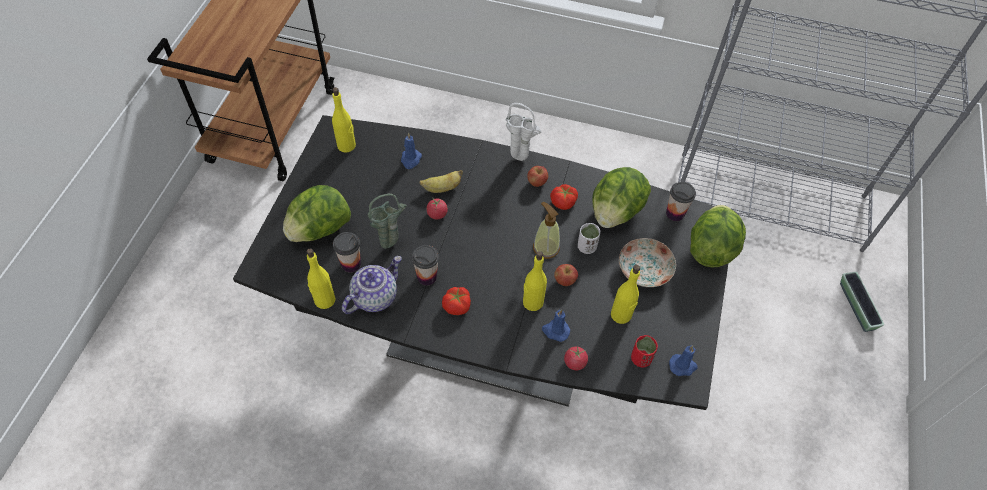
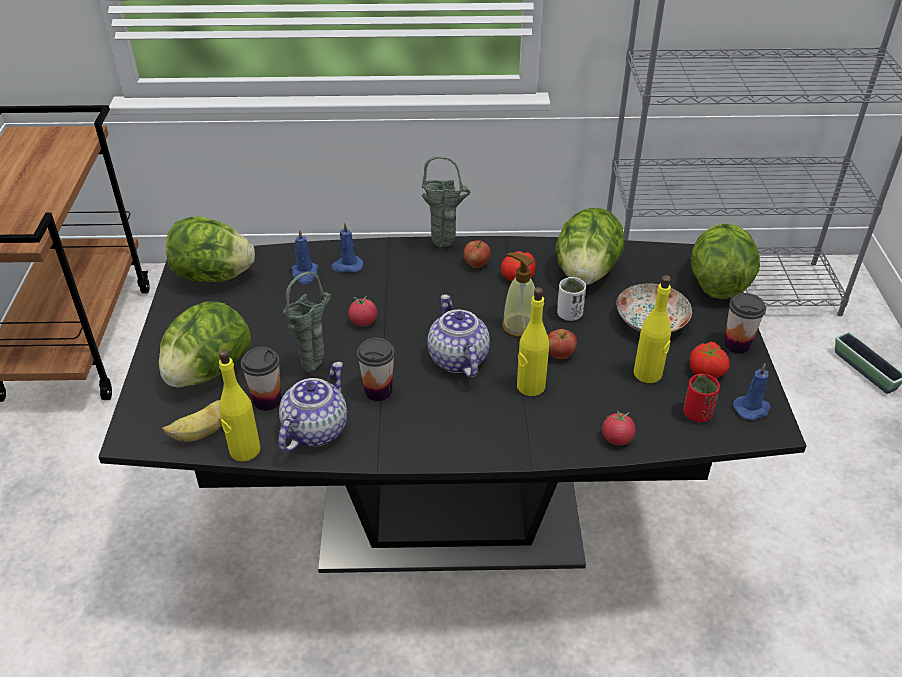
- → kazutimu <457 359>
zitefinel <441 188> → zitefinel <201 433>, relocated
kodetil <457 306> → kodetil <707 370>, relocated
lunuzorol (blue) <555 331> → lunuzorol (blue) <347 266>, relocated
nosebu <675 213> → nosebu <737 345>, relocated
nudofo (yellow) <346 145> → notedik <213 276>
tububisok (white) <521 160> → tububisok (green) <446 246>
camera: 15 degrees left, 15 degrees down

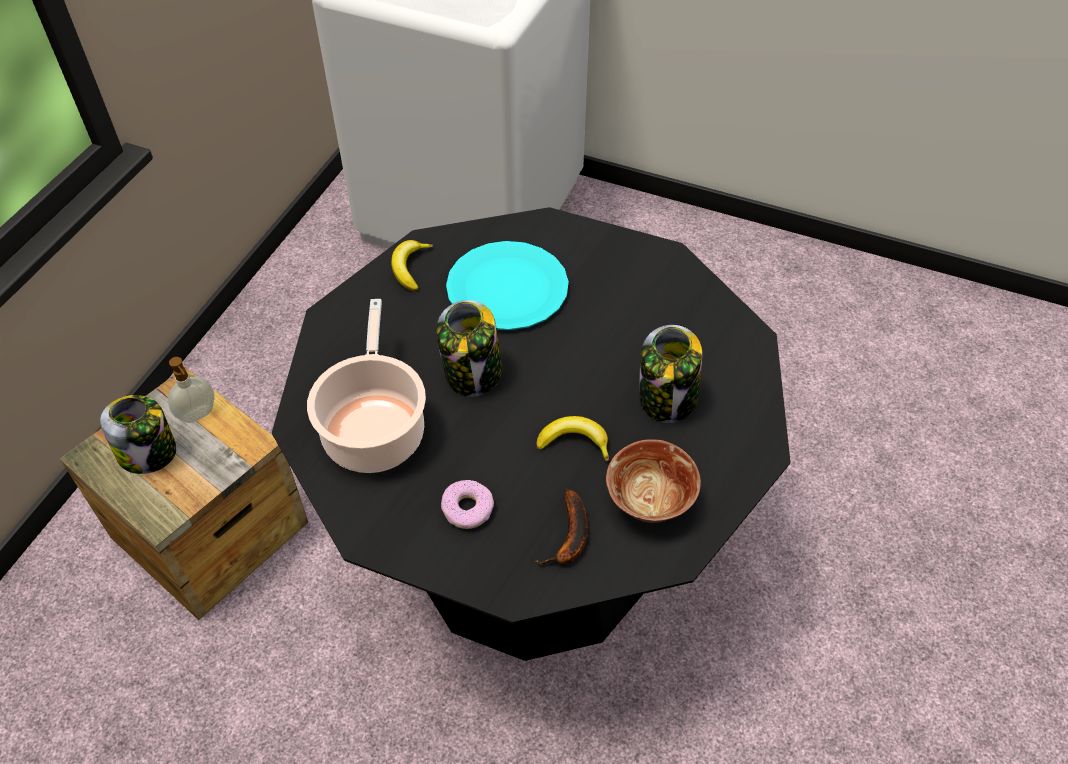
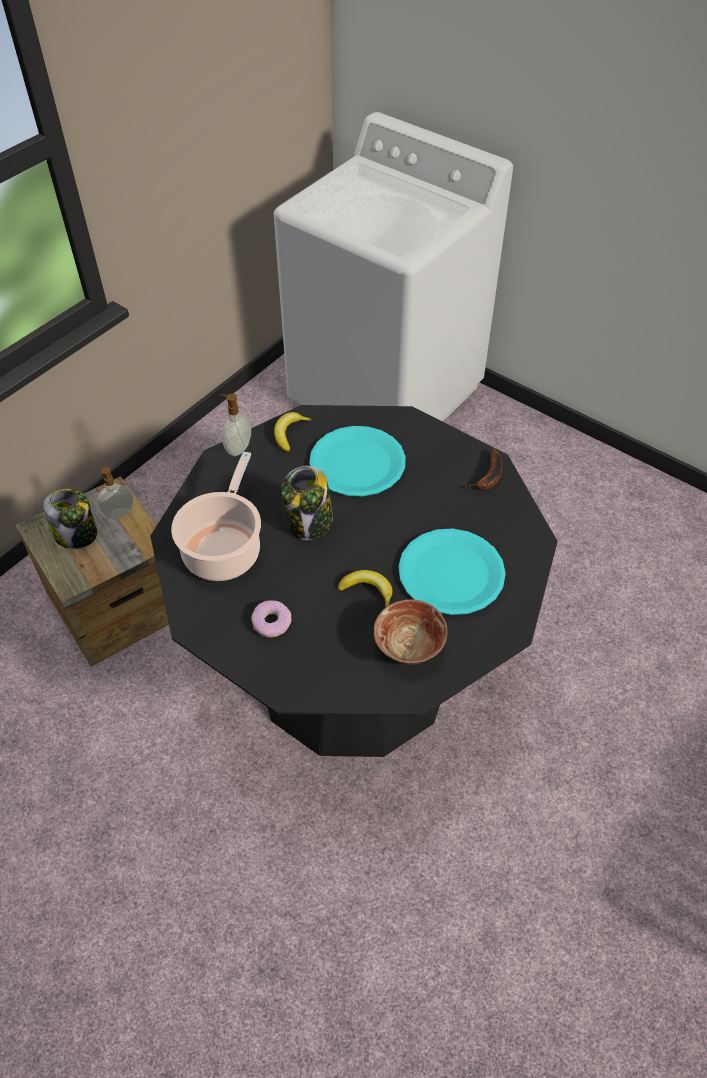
- → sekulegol <237 448>
zitefinel <569 538> → zitefinel <488 477>, relocated
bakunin <667 399> → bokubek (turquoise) <451 573>
camera: 15 degrees right, 0 degrees up

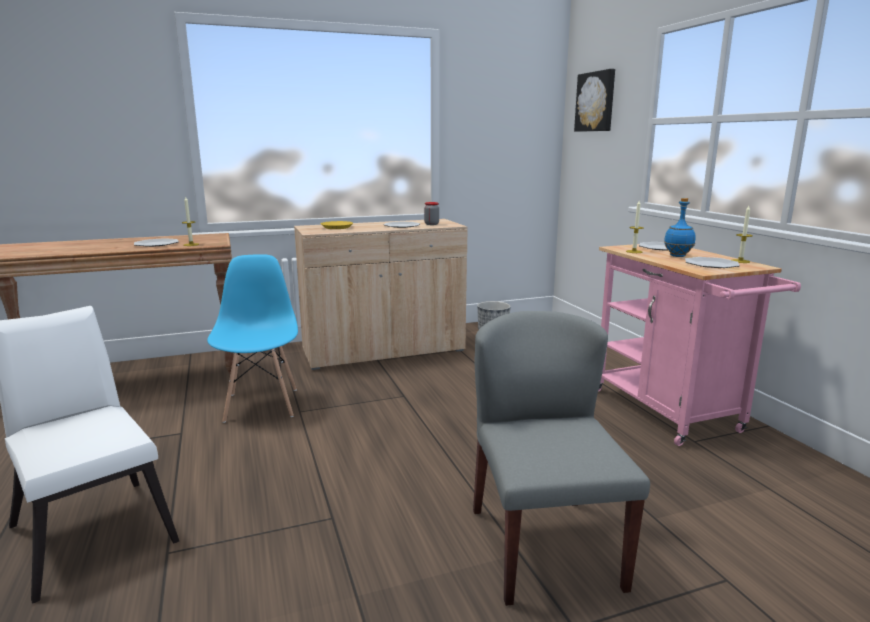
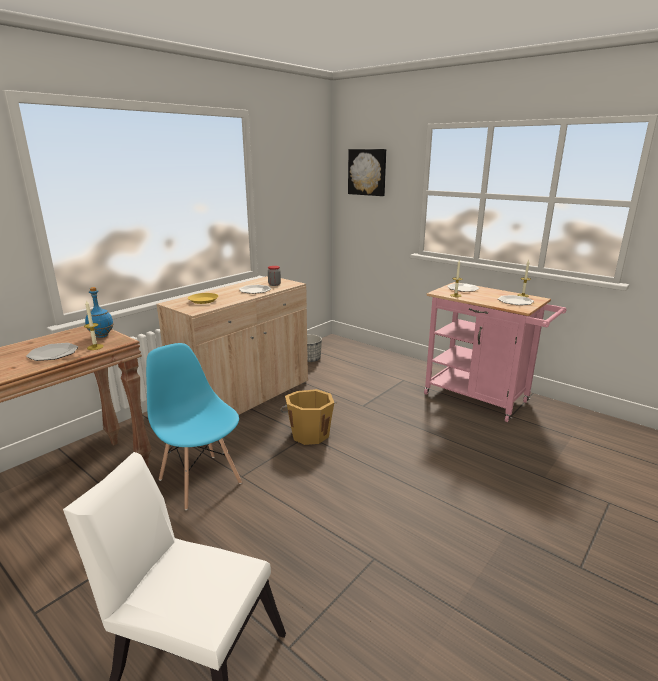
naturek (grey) <543 546> → -
- → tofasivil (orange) <310 433>
nudofo (blue) <677 256> → nudofo (blue) <101 336>, relocated
camera: 30 degrees left, 5 degrees up

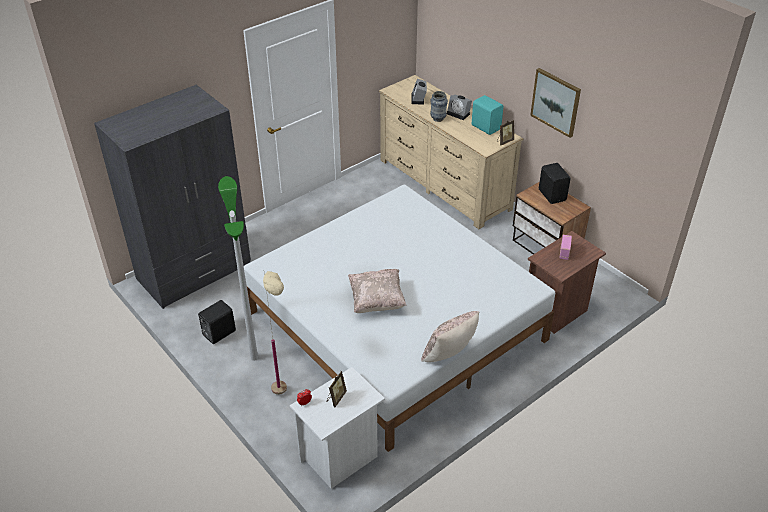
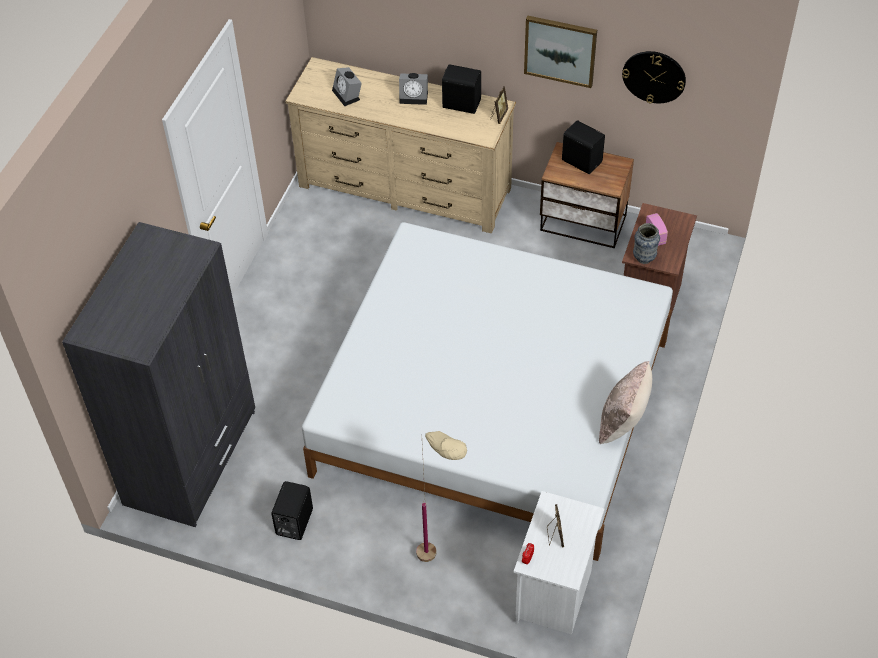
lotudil <254 357> → -
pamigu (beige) <377 301> → -
- → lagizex <654 76>
tububisok <438 119> → tububisok <644 258>, relocated
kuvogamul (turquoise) <486 127> → kuvogamul (black) <461 103>
camera: 30 degrees left, 10 degrees up

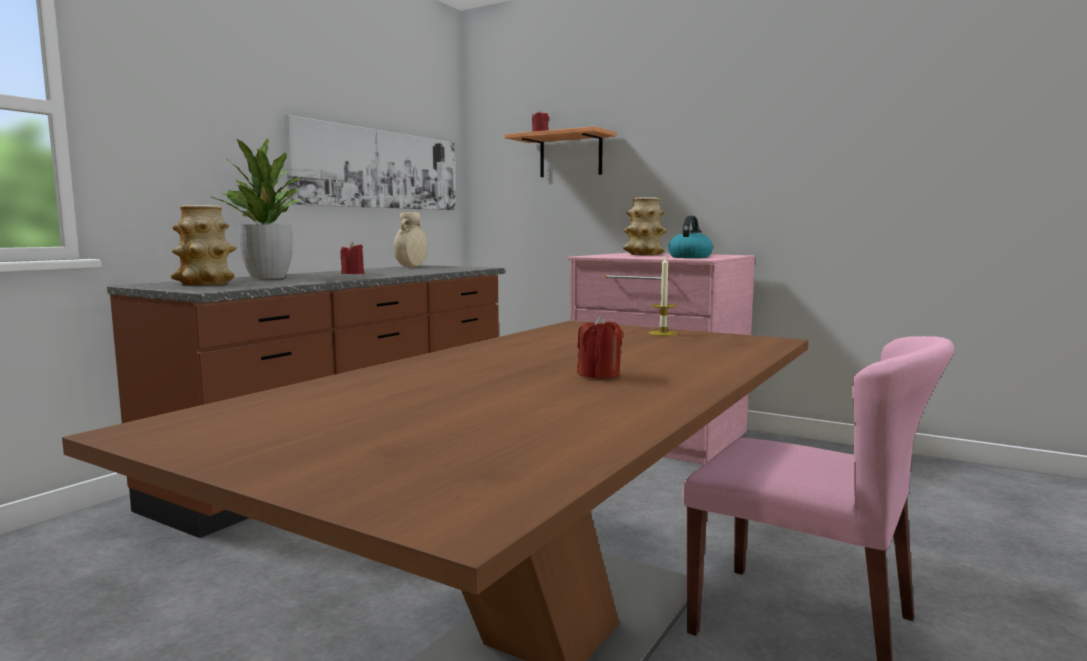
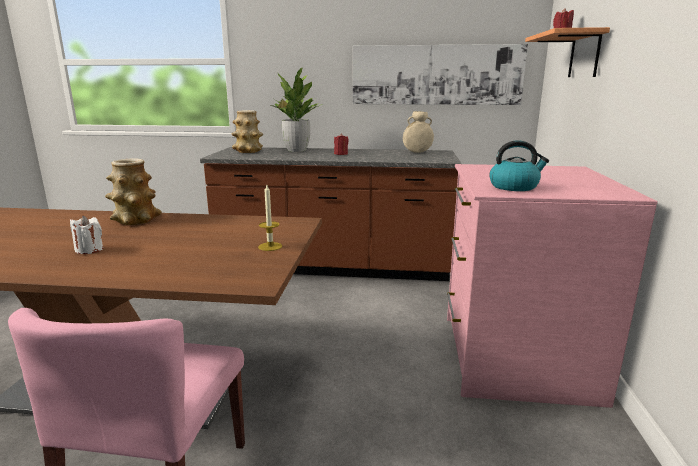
tububisok <644 254> → tububisok <135 220>, relocated
lunuzorol (red) <599 375> → lunuzorol (white) <89 250>
camera: 65 degrees right, 10 degrees up

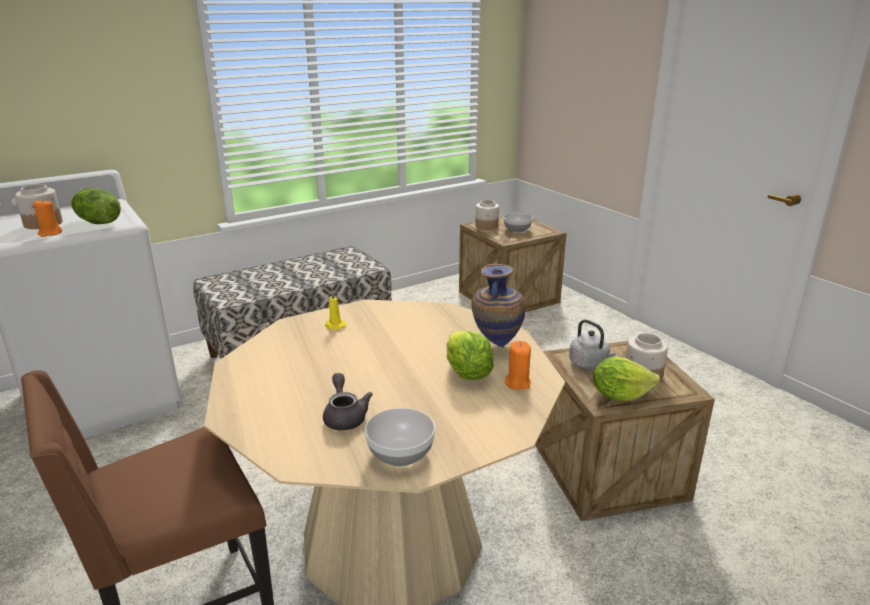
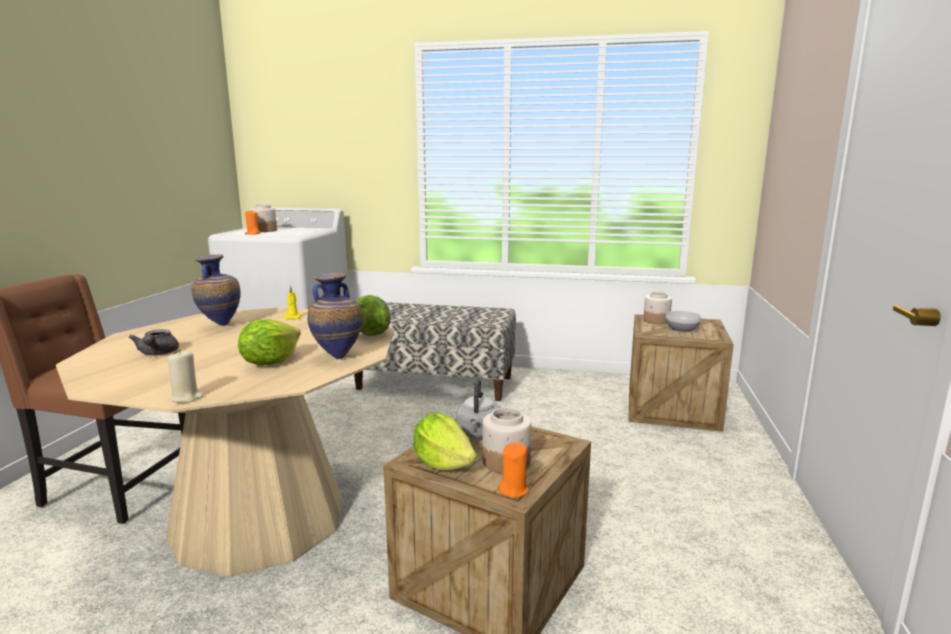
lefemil <400 453> → -
- → lunuzorol (beige) <186 397>
- → tububisok <219 325>
notedik <97 222> → notedik <370 333>, relocated
lunuzorol (orange) <517 383> → lunuzorol (orange) <513 490>, relocated
kazutimu (grey) <345 416> → kazutimu (grey) <157 354>, 135 degrees clockwise
camera: 45 degrees right, 10 degrees down

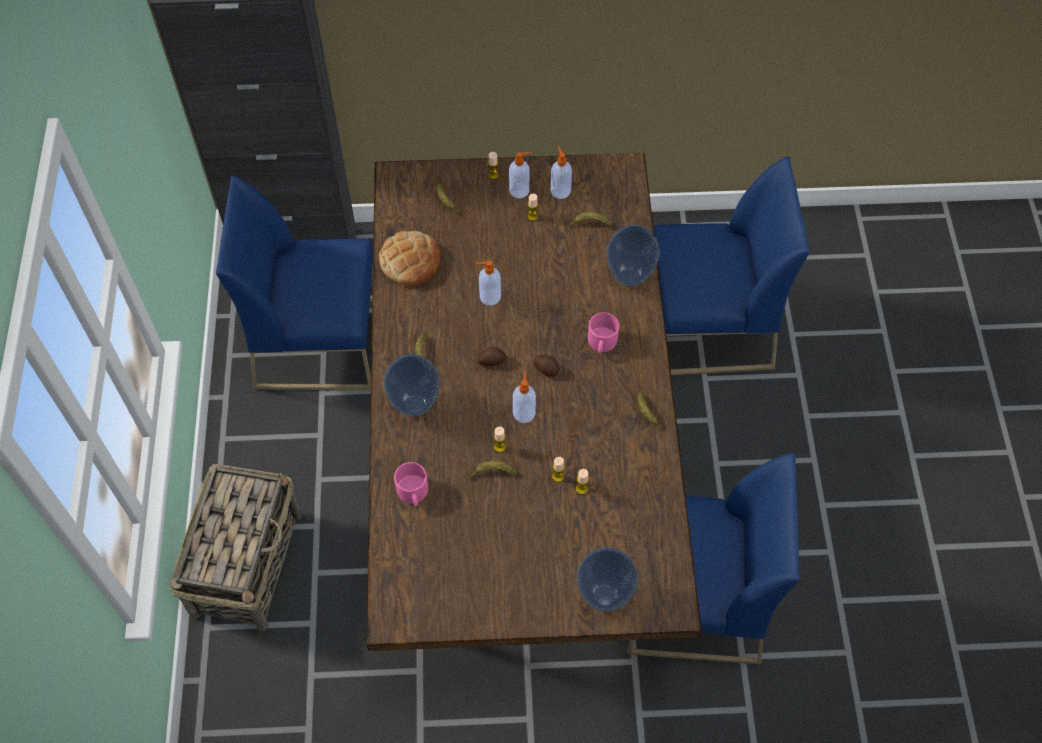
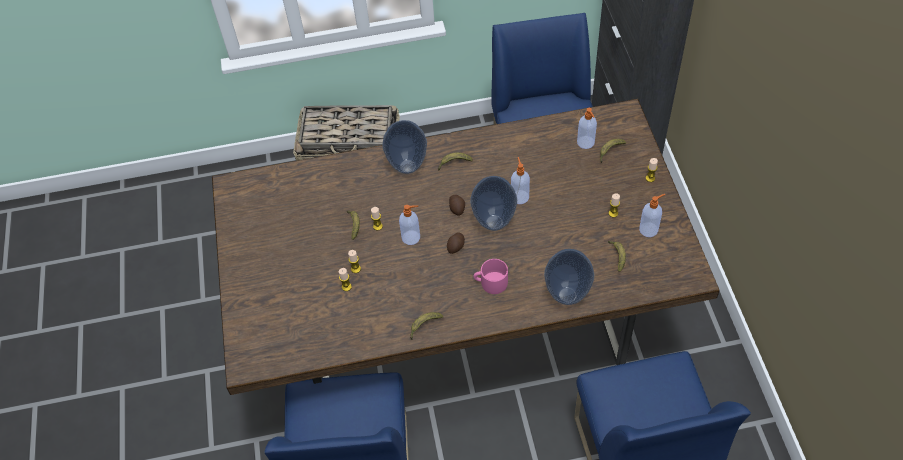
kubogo <410 261> → -
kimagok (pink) <413 493> → -
sekulegol <520 190> → sekulegol <586 143>, relocated
tububisok <604 597> → tububisok <493 222>, relocated
camera: 85 degrees right, 5 degrees down

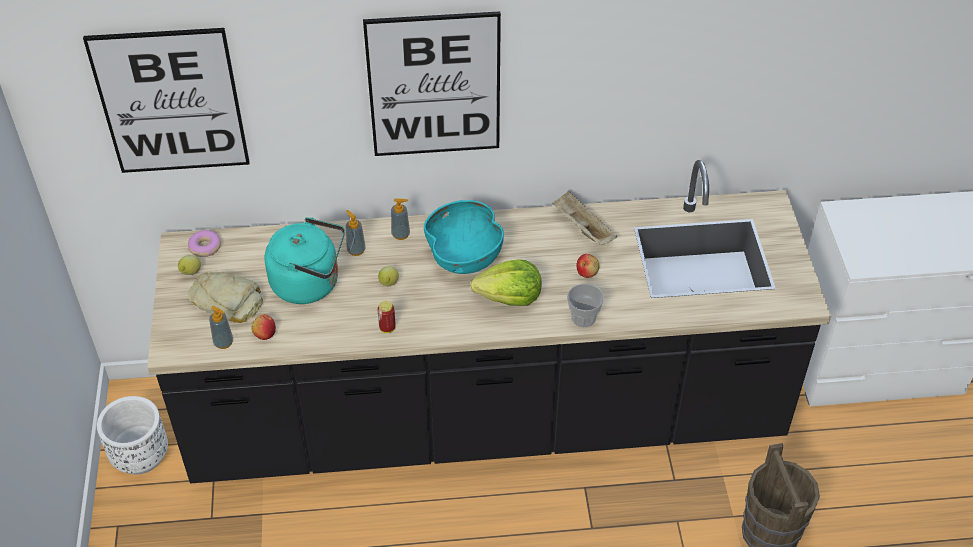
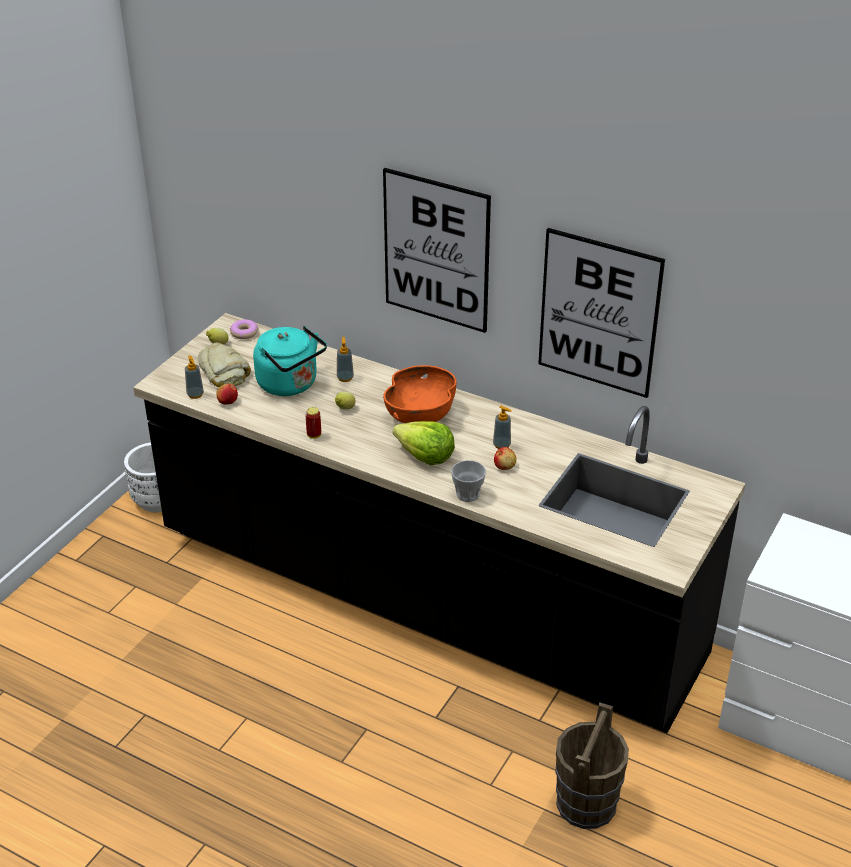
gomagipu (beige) <582 228> → -
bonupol <170 102> → bonupol <599 313>, relocated
sekulegol <400 234> → sekulegol <502 445>, relocated
lefemil (turquoise) <465 255> → lefemil (orange) <421 415>
camera: 35 degrees right, 10 degrees down

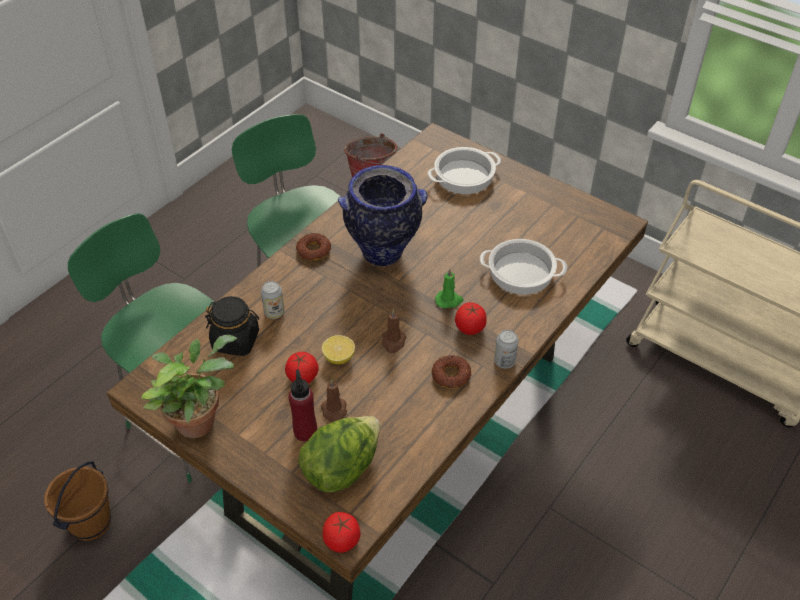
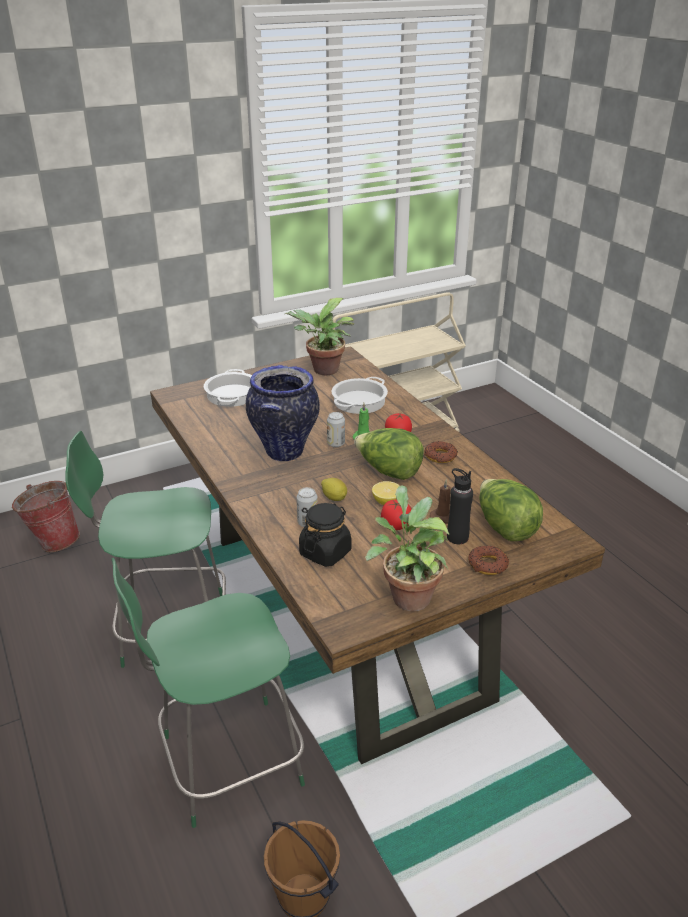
kodetil <342 540> → -
- → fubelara <323 371>
- → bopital <334 498>
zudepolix <313 250> → zudepolix <488 564>, relocated
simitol <504 361> → simitol <336 443>, relocated
lunuzorol (brown) <393 342> → notedik <388 472>
nudofo (red) <305 431> → nudofo (black) <457 537>
camera: 65 degrees left, 15 degrees down

